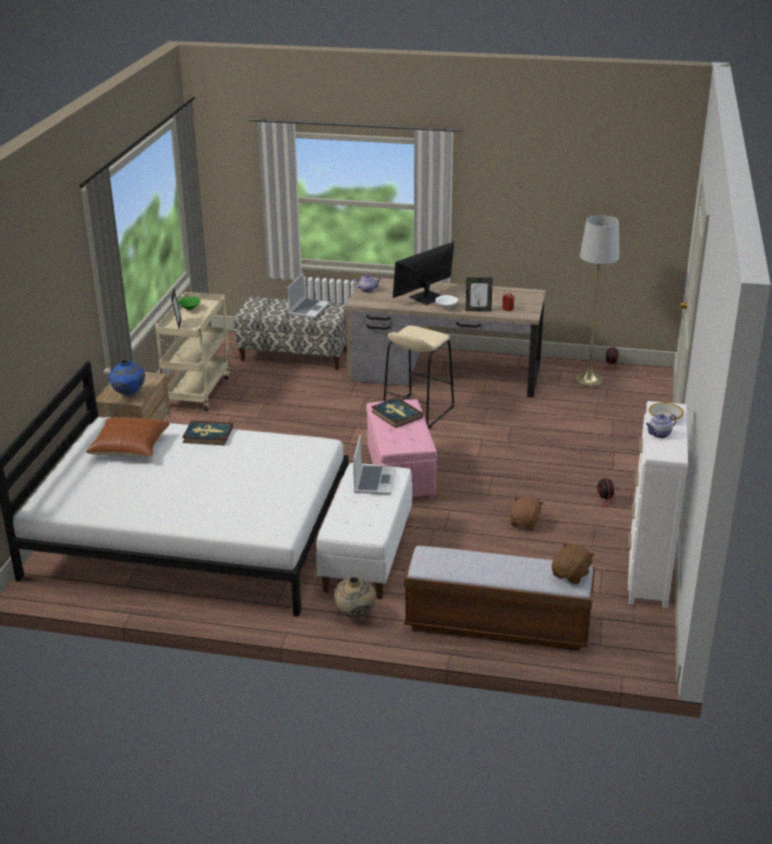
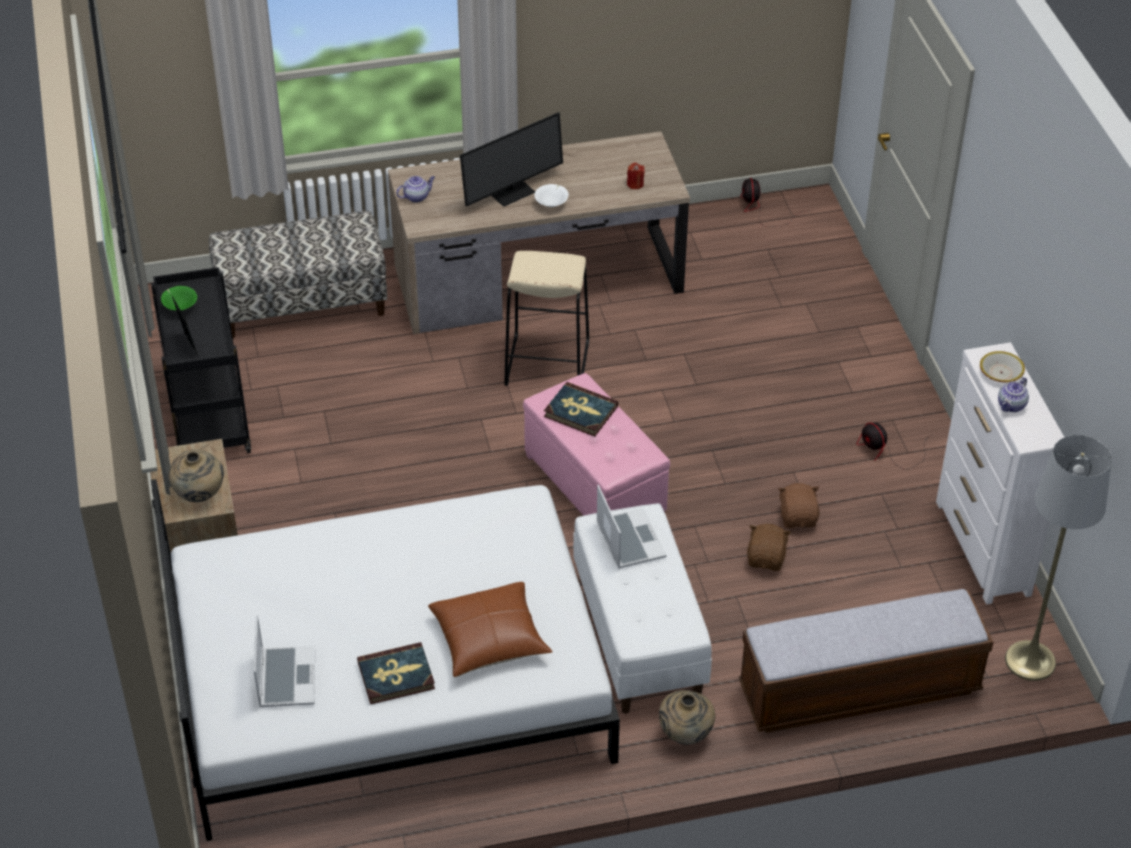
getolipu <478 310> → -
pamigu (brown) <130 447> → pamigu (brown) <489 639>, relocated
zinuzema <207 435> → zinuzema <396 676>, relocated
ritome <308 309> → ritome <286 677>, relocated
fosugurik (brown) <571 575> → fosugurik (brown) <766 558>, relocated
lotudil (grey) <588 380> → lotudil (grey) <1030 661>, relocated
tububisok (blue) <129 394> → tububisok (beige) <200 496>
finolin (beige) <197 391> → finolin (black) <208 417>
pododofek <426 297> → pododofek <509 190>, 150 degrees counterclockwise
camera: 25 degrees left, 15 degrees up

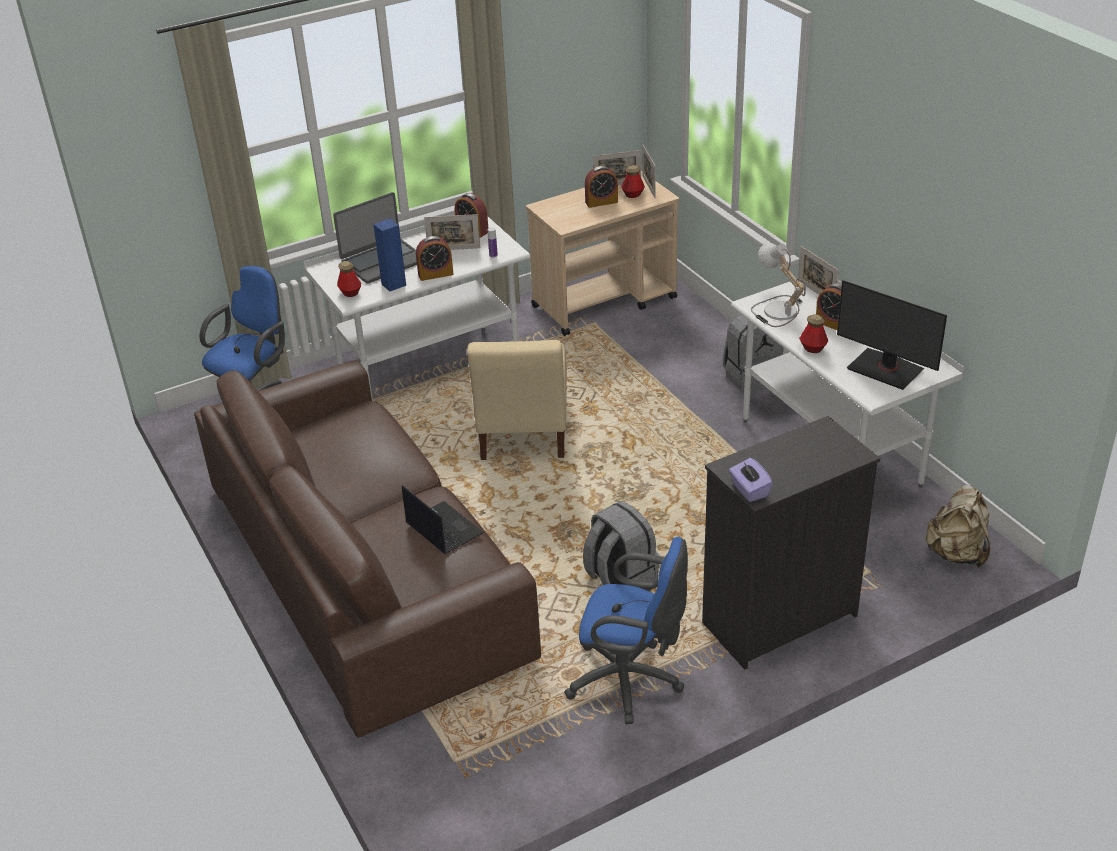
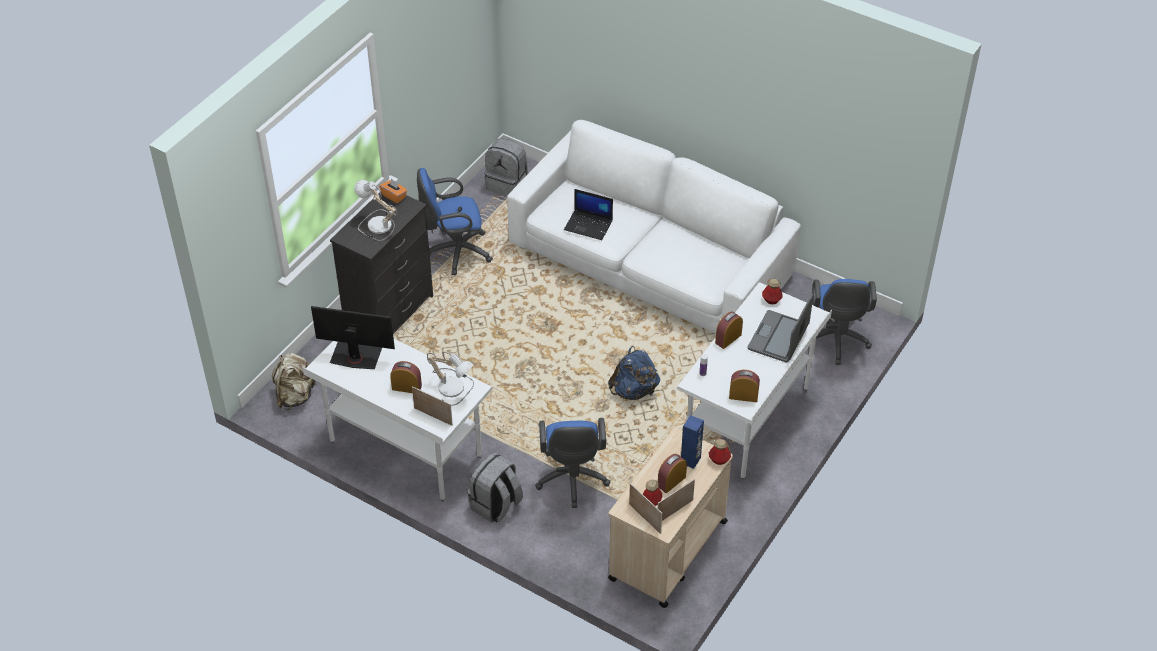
getolipu <454 249> → -
- → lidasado <376 226>
- → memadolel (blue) <572 481>
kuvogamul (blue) <393 284> → kuvogamul (blue) <691 460>, relocated
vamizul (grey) <620 581> → vamizul (grey) <507 184>, relocated
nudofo <812 348> → nudofo <719 460>, relocated
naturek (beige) <523 431> → vamizul (blue) <634 391>
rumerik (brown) <367 569> → rumerik (white) <649 260>
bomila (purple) <749 490> → bomila (orange) <394 196>
camera: 150 degrees right, 10 degrees up

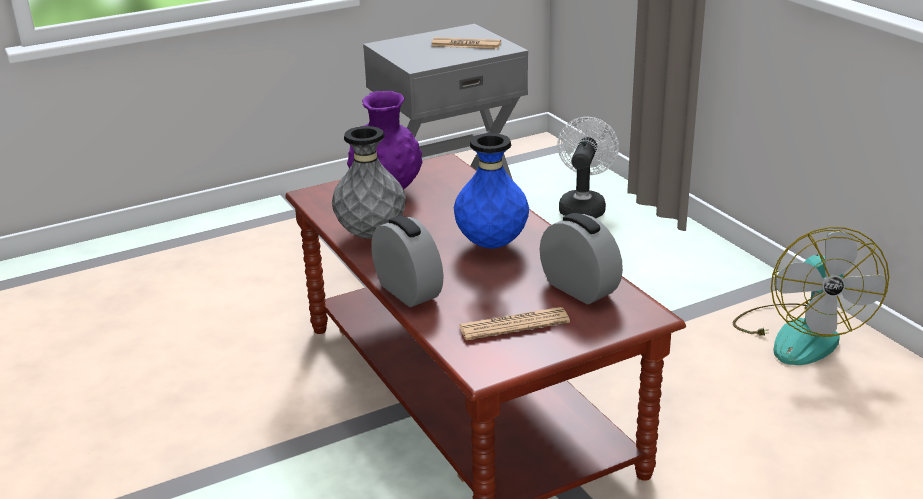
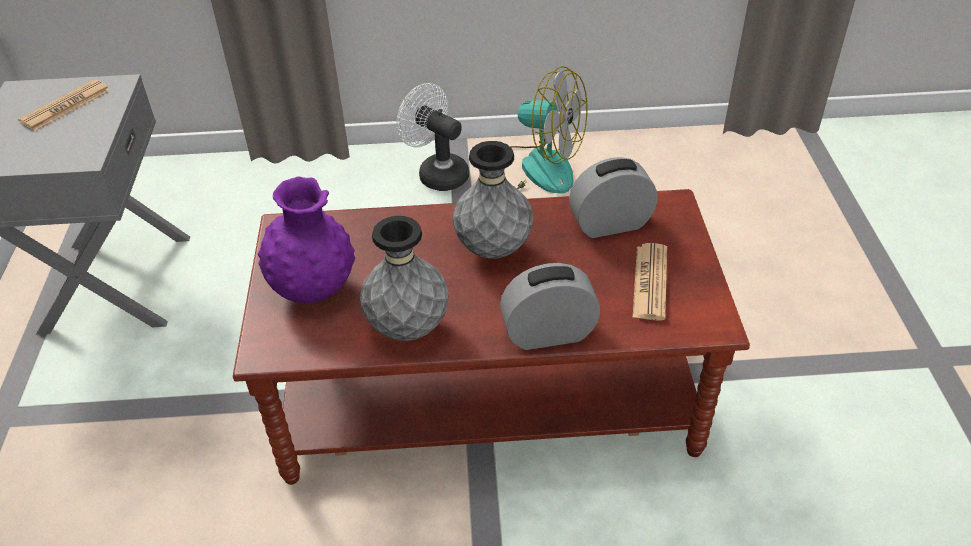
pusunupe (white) <583 206> → pusunupe (white) <437 173>, relocated
tububisok (blue) <492 244> → tububisok (grey) <493 249>
camera: 65 degrees left, 15 degrees up

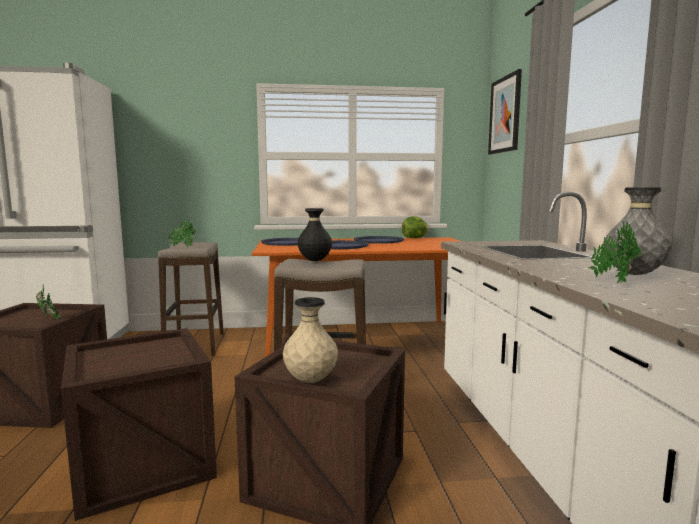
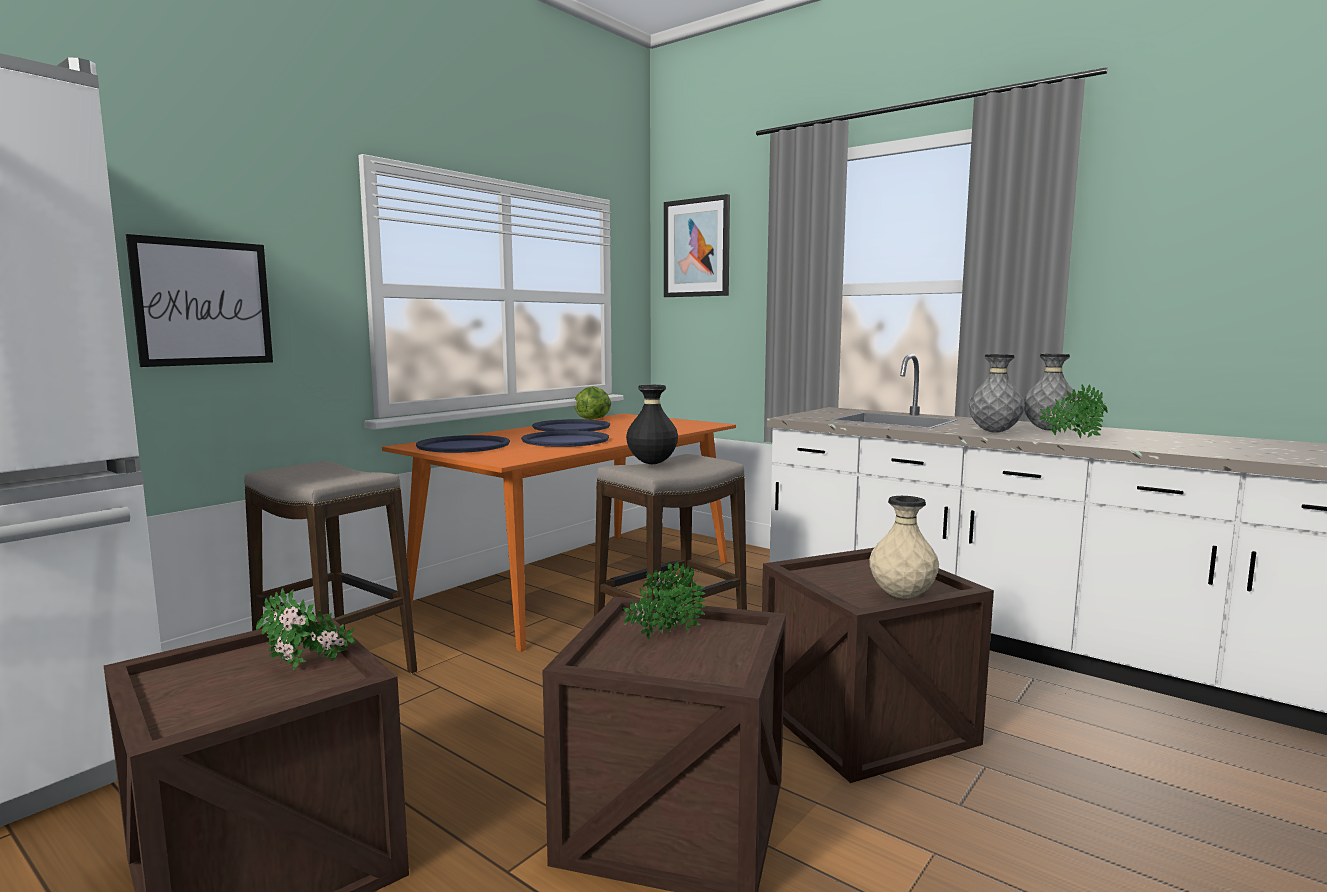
- → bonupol <204 303>
- → tububisok (grey) <994 432>
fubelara <182 247> → fubelara <663 635>, relocated
camera: 45 degrees left, 0 degrees up

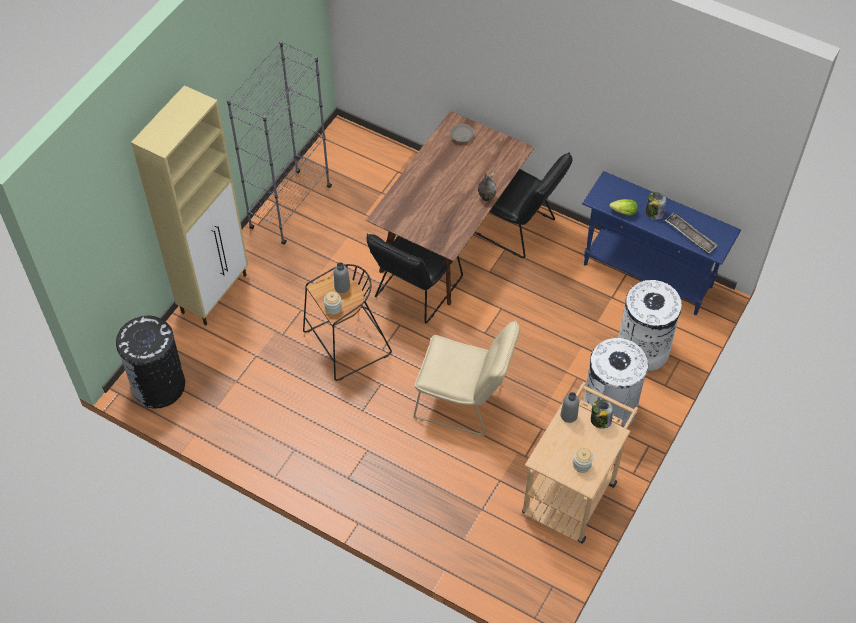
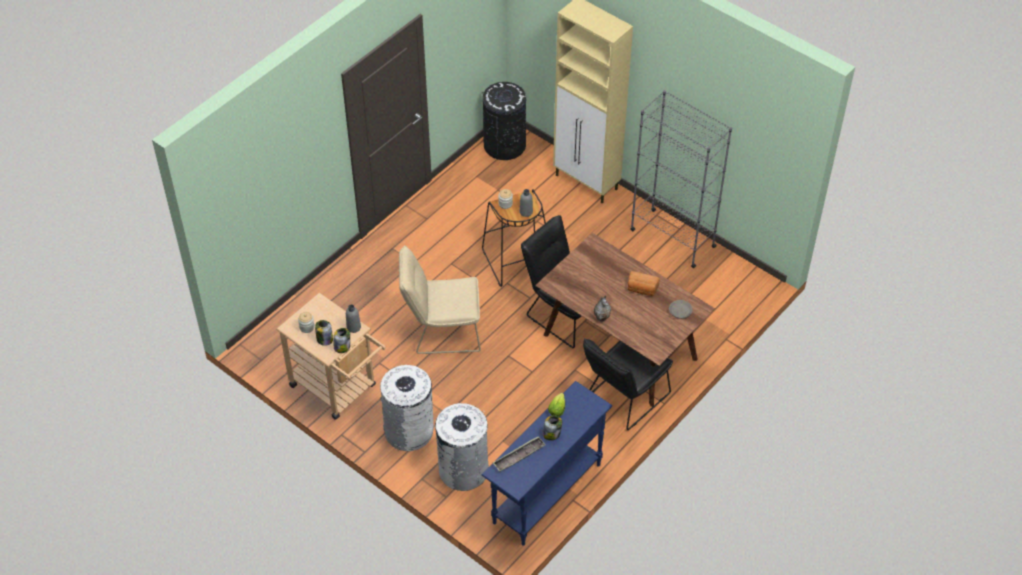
- → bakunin <324 339>
- → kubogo <642 289>
naturek (beige) <465 402> → naturek (beige) <441 330>, 60 degrees clockwise
camera: 100 degrees right, 5 degrees down

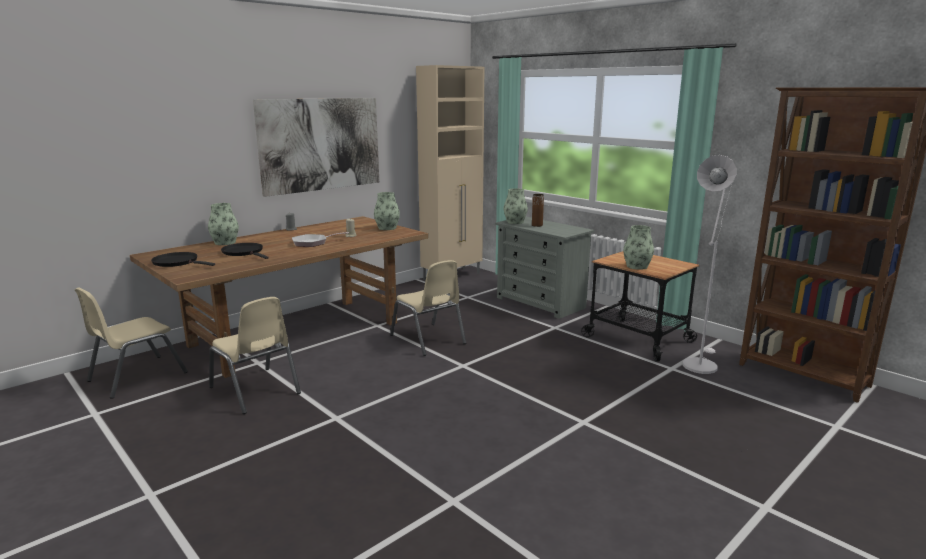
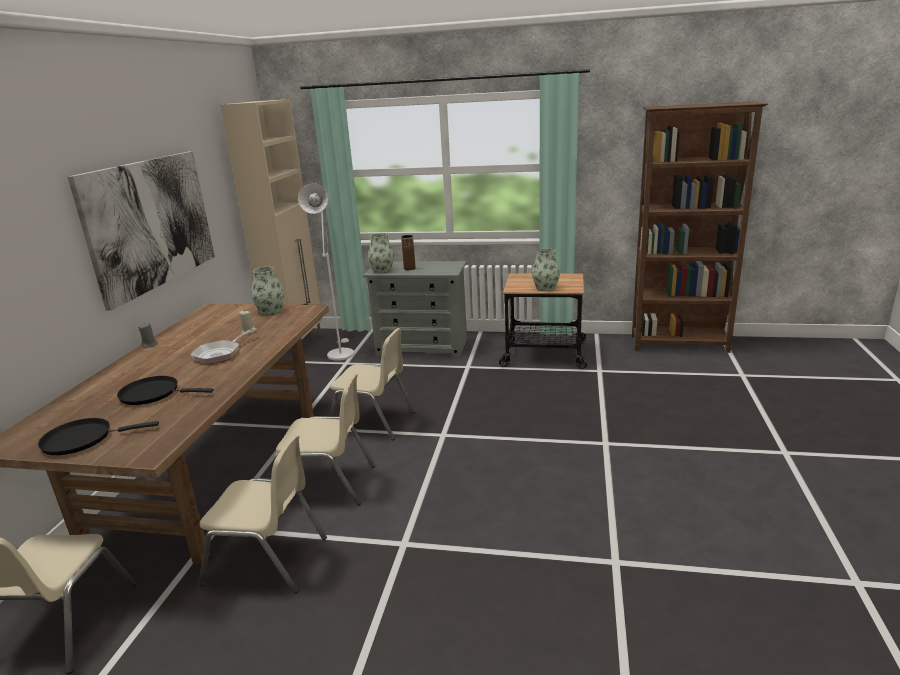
tububisok <225 242> → -
- → naturek (beige) <327 484>
lotudil (white) <700 363> → lotudil (white) <340 352>, relocated
camera: 35 degrees left, 5 degrees up

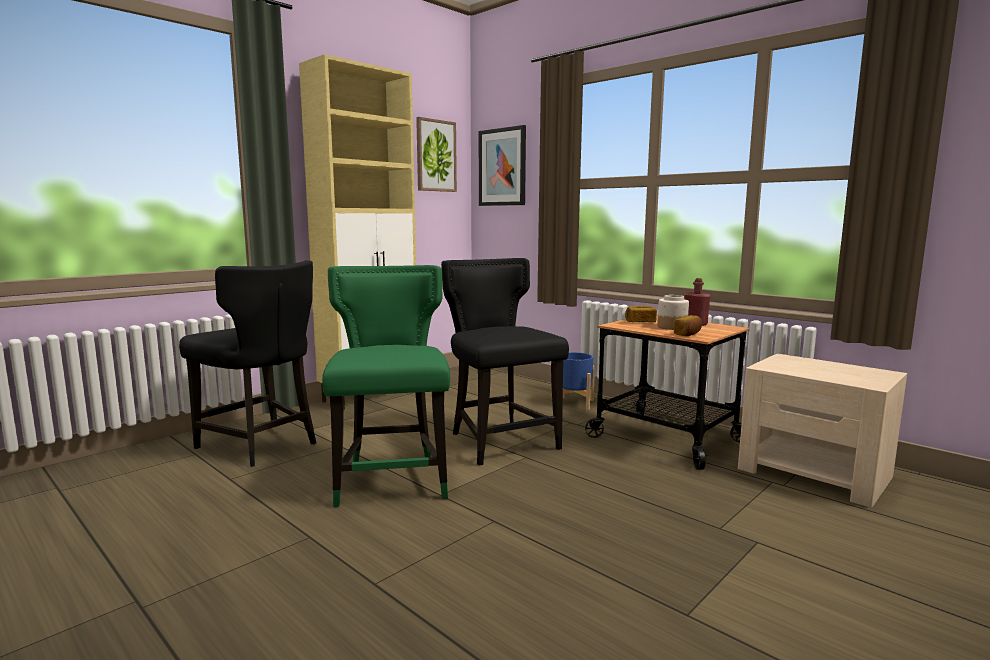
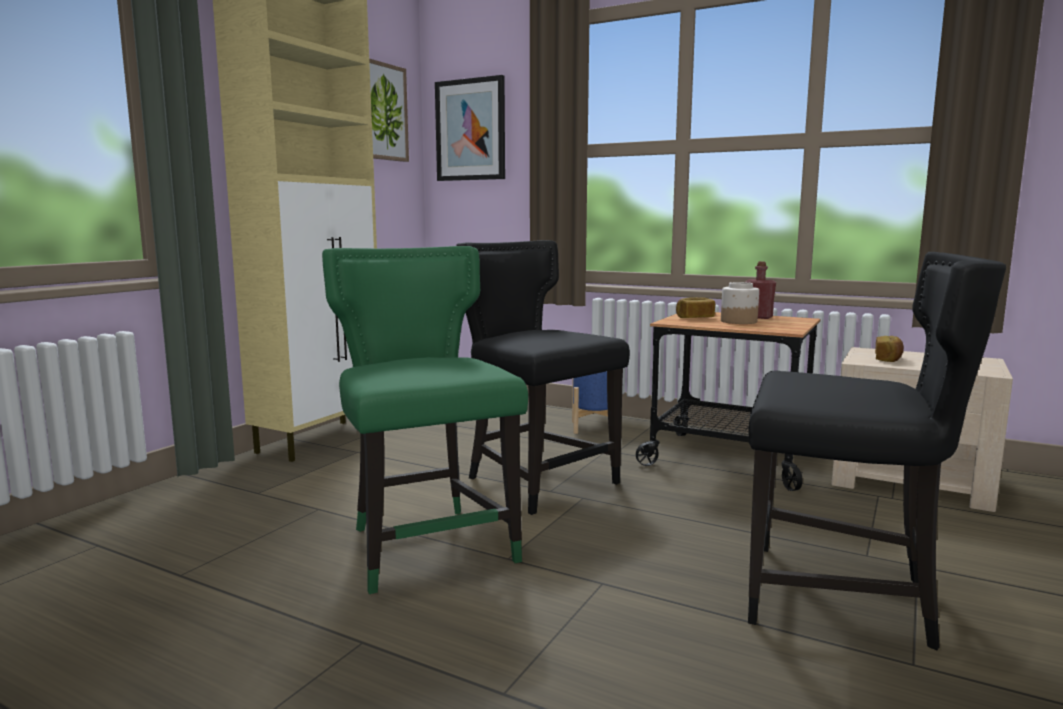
naturek (black) <260 445> → naturek (black) <842 598>, relocated
kubogo <688 334> → kubogo <888 359>, relocated
camera: 15 degrees left, 0 degrees up

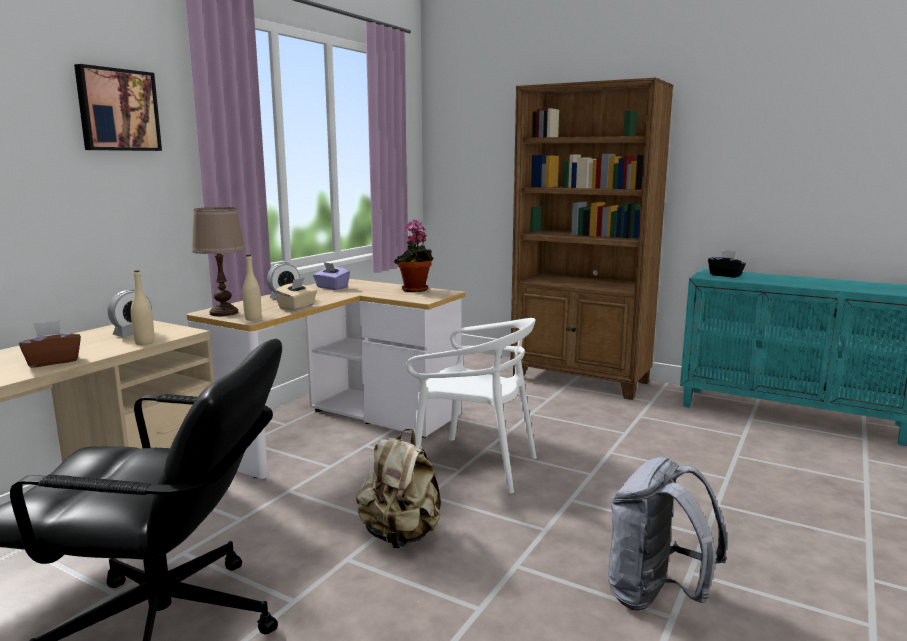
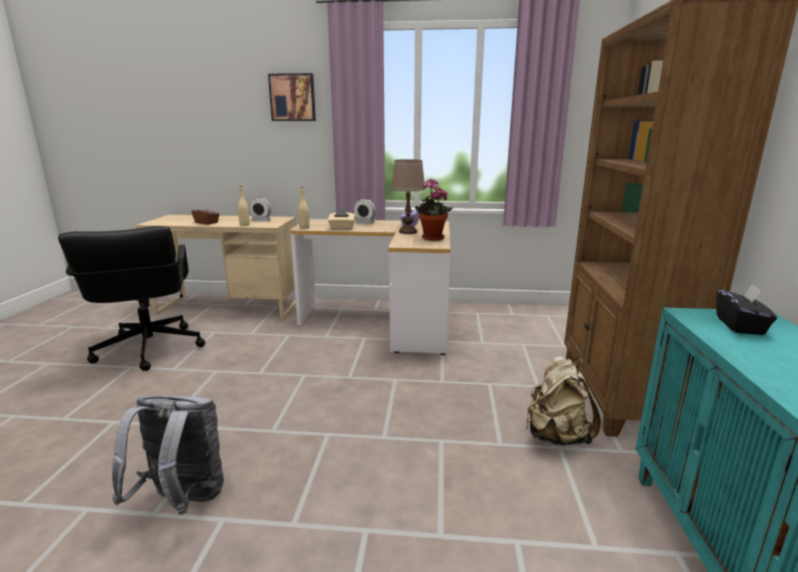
naturek (white) <474 466> → -
lidasado (brown) <223 313> → lidasado (brown) <408 232>, relocated
vamizul (beige) <401 536> → vamizul (beige) <556 436>, relocated
camera: 65 degrees right, 5 degrees up

